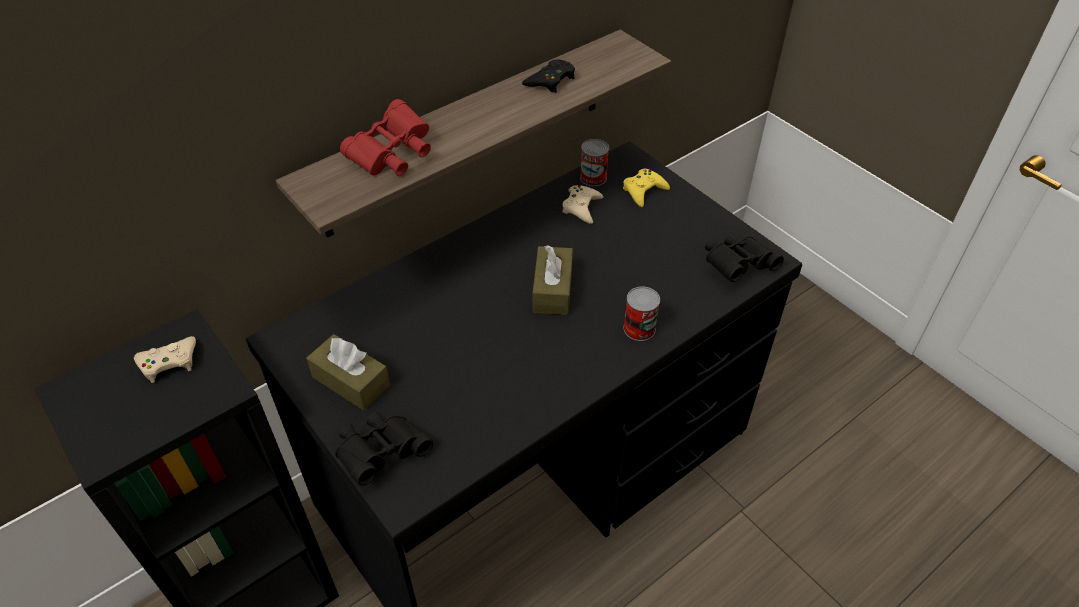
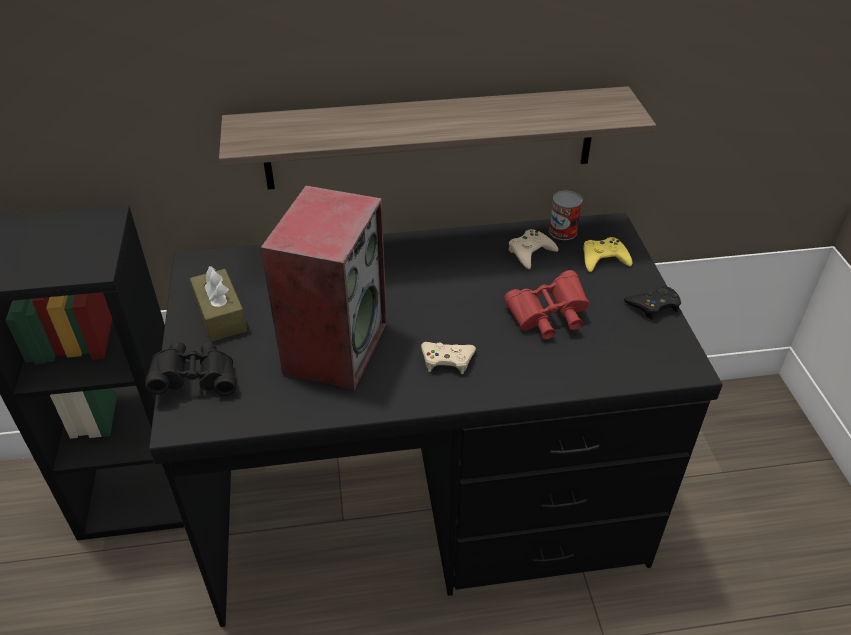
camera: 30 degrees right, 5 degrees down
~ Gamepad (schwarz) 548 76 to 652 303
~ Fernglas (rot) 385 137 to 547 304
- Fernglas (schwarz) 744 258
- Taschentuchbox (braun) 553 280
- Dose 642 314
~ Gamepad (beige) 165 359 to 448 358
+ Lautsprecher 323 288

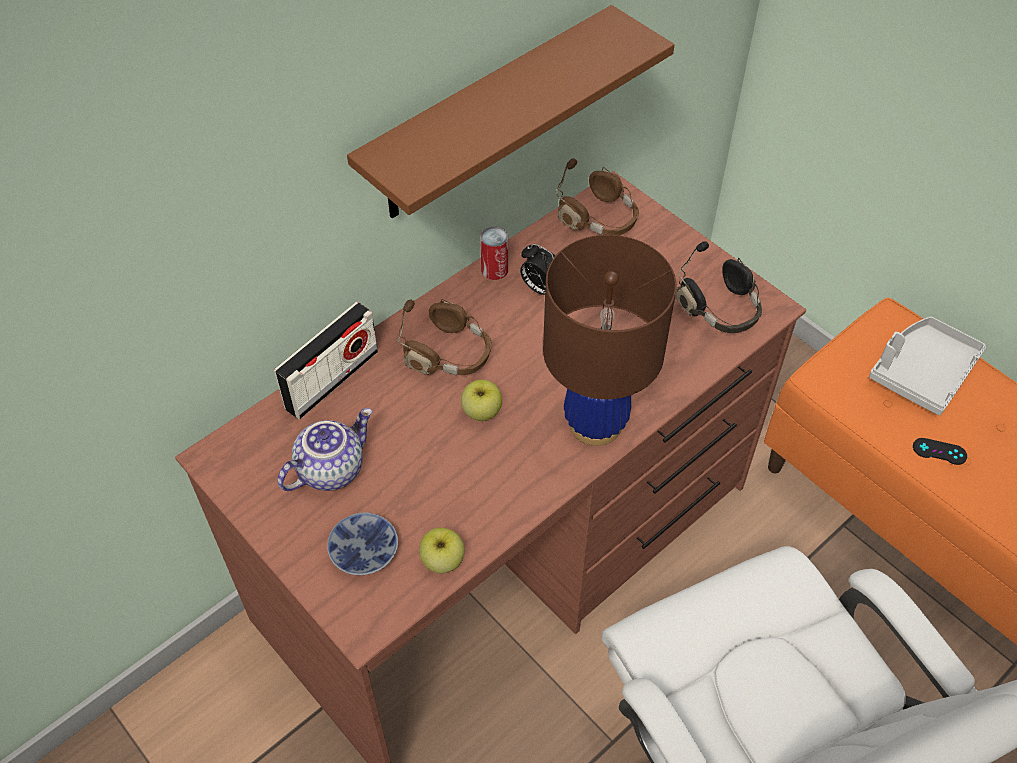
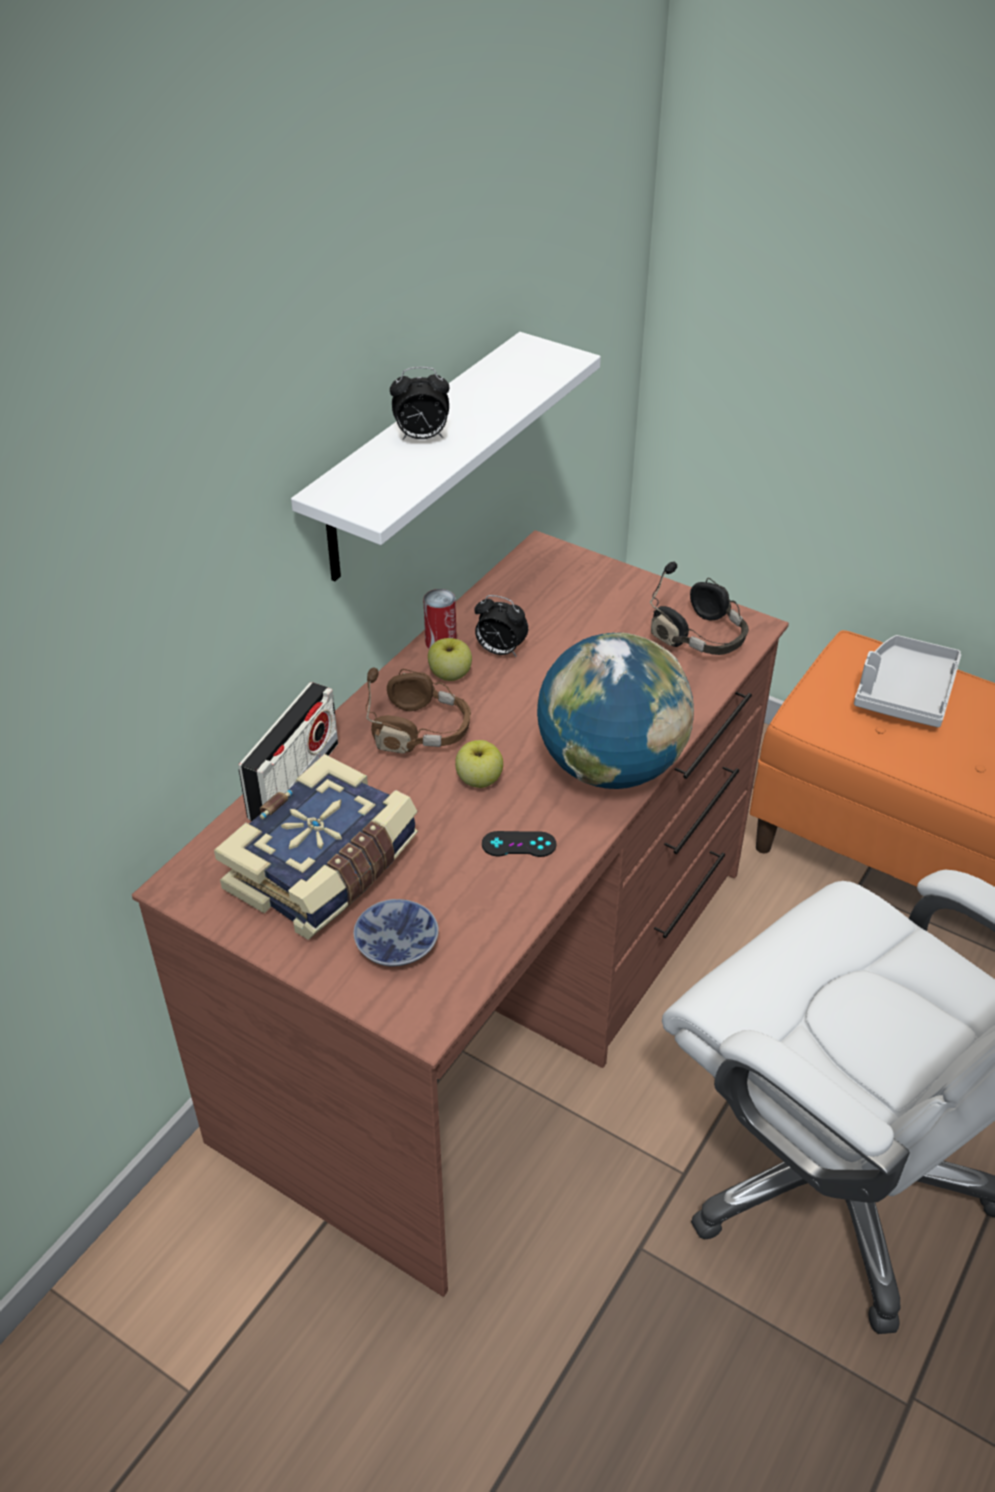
camera: 15 degrees left, 10 degrees down
~ Wandregal (braun) 511 111 to Wandregal (weiß) 446 457
- Kopfhörer (braun) 597 197
~ Tischlampe (braun) 610 340 to Globus 615 711
~ Teekanne 325 449 to Buch 316 847
~ Gamepad (schwarz) 940 451 to 519 844
~ Apfel 442 550 to 450 659
+ Wecker 419 403

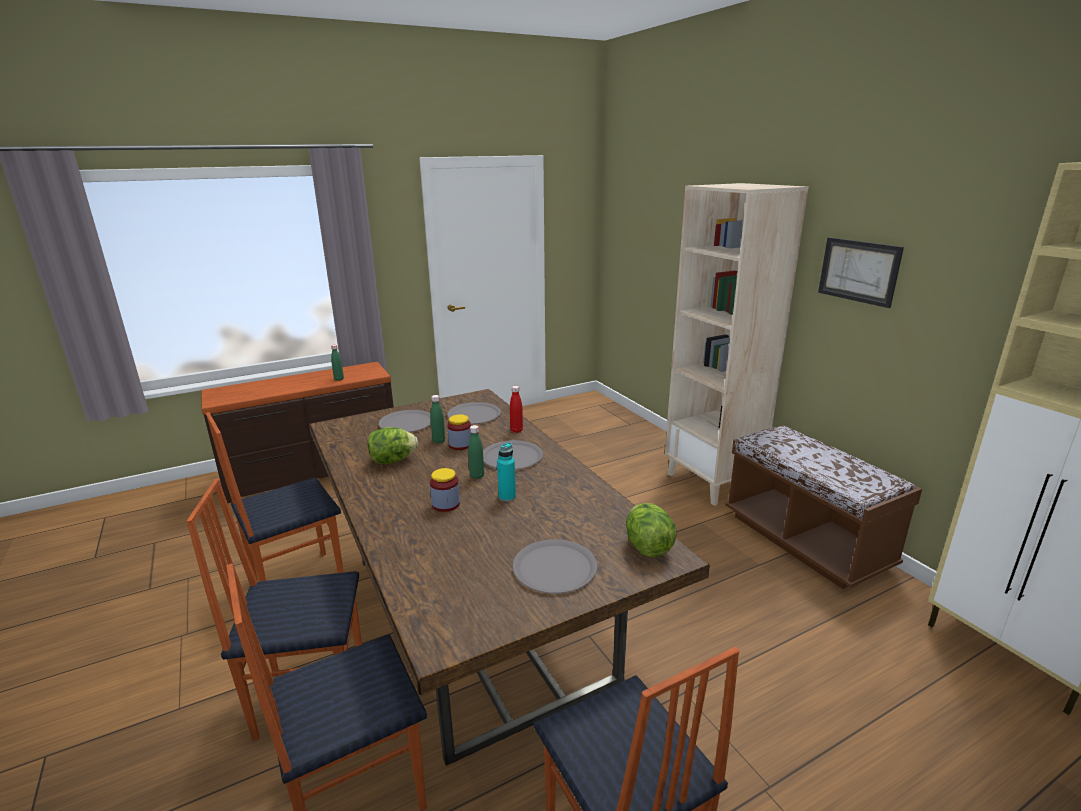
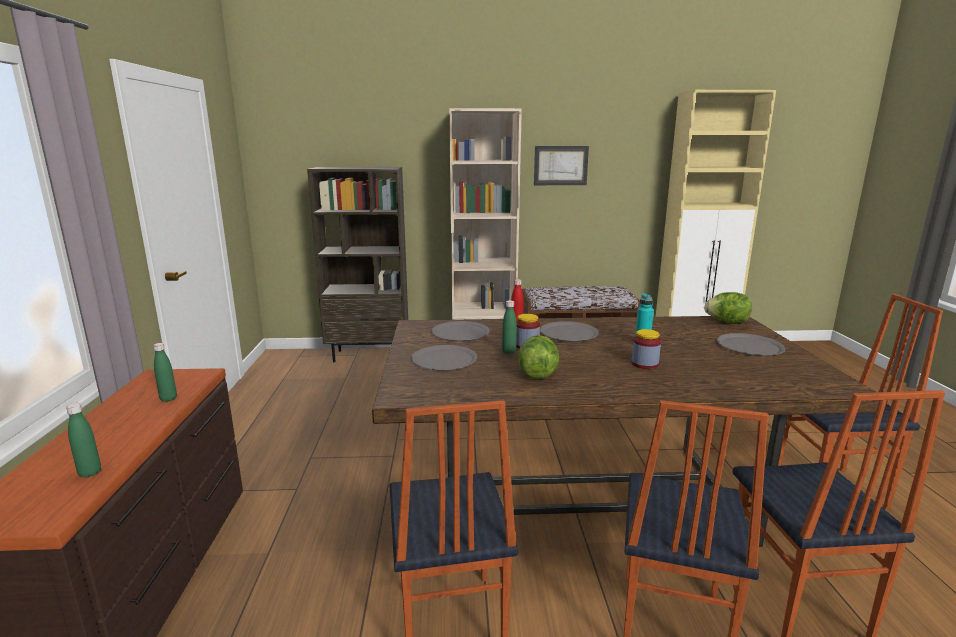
camera: 65 degrees left, 5 degrees down
~ Flasche (grün) 476 452 to 83 440
+ Bücherregal (braun) 357 264

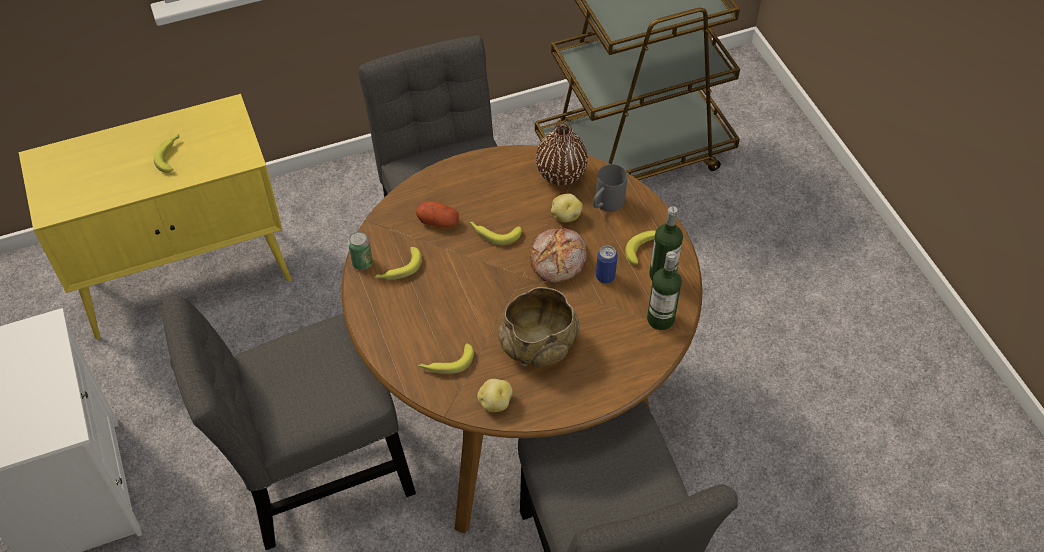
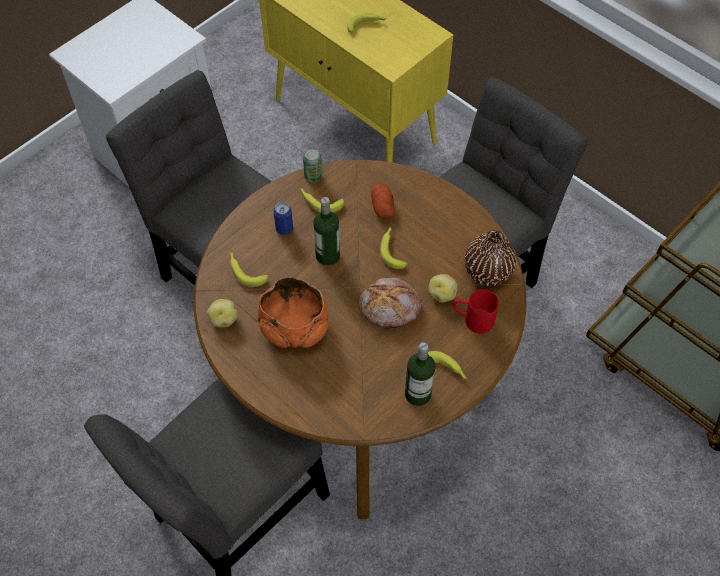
camera: 65 degrees right, 5 degrees up
~ Henkelbecher (grau) 610 188 to Henkelbecher (rot) 476 311
~ Dose 607 264 to 283 218
~ Flasche 664 290 to 326 231
~ Schüssel (beige) 538 327 to Schüssel (orange) 292 312

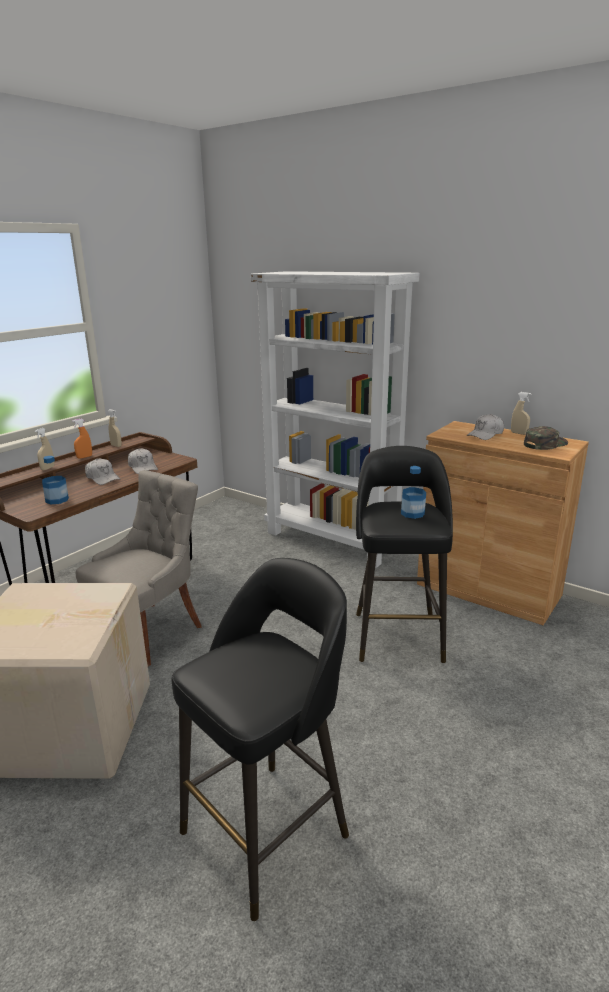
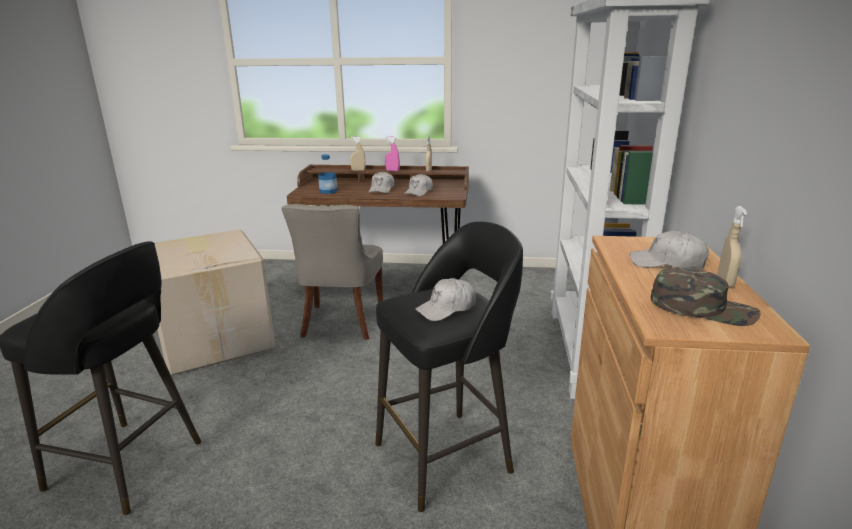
camera: 60 degrees right, 0 degrees up
~ Sprühflasche (orange) 82 439 to Sprühflasche (rosa) 392 153
~ Flasche 413 492 to Kappe (weiß) 445 299
~ Stuhl (grau) 138 568 = 332 272 90 degrees clockwise

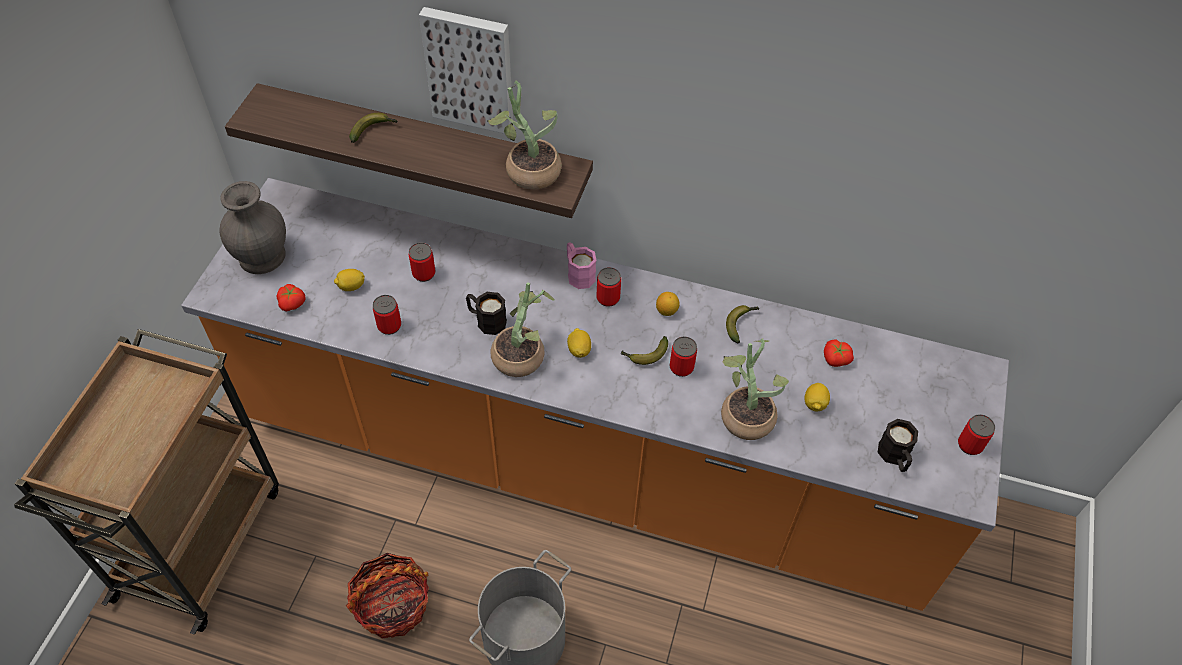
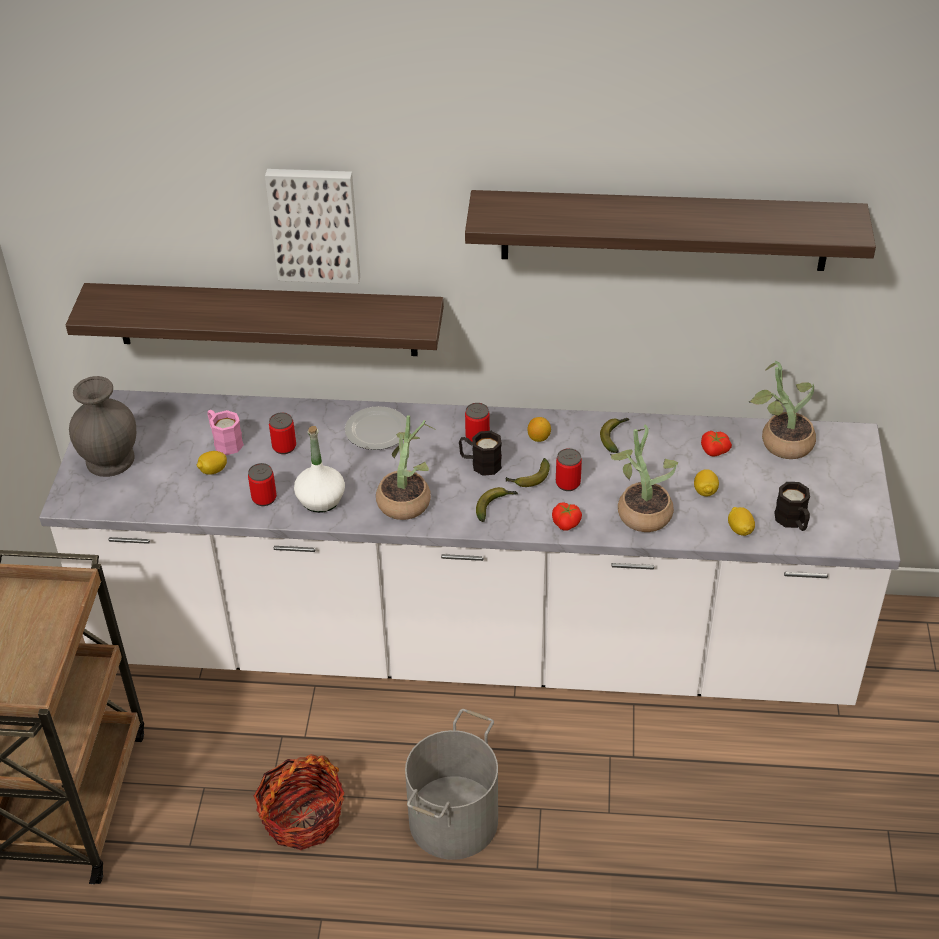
camera: 10 degrees left, 10 degrees down
~ Topfpflanze 524 135 to 782 409
~ Banane 373 128 to 497 504
~ Küchenzeile (orange) 595 394 to Küchenzeile (weiß) 469 547
~ Henkelbecher (rosa) 582 265 to 226 432
~ Tomate 291 297 to 567 516
~ Henkelbecher (schwarz) 486 313 to 480 453
~ Zitrone 579 343 to 741 521
- Dose 976 434
+ Wandregal 670 230
+ Teller 375 428
+ Flasche (weiß) 319 469

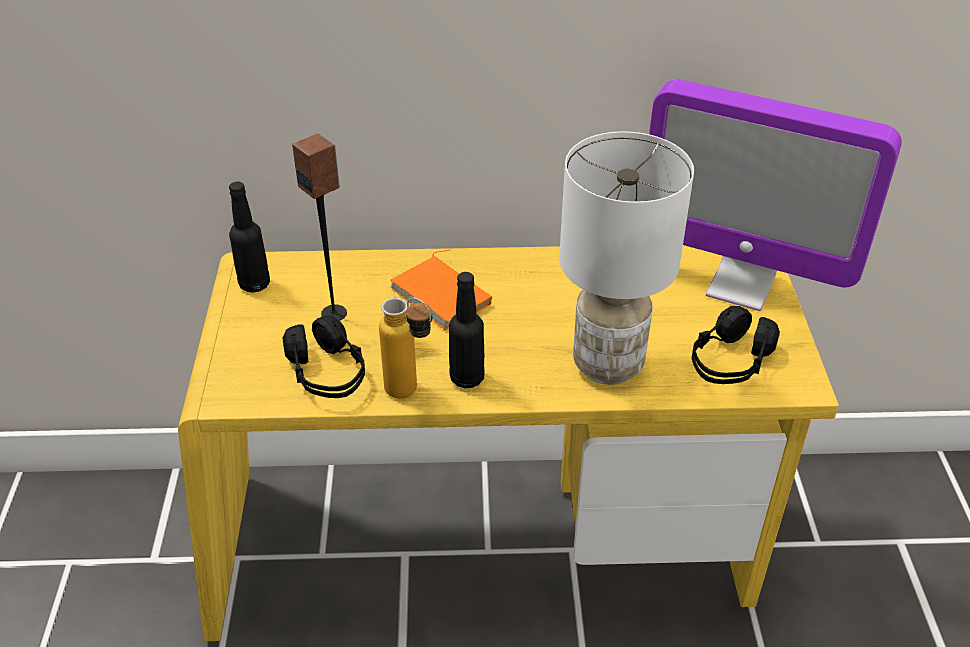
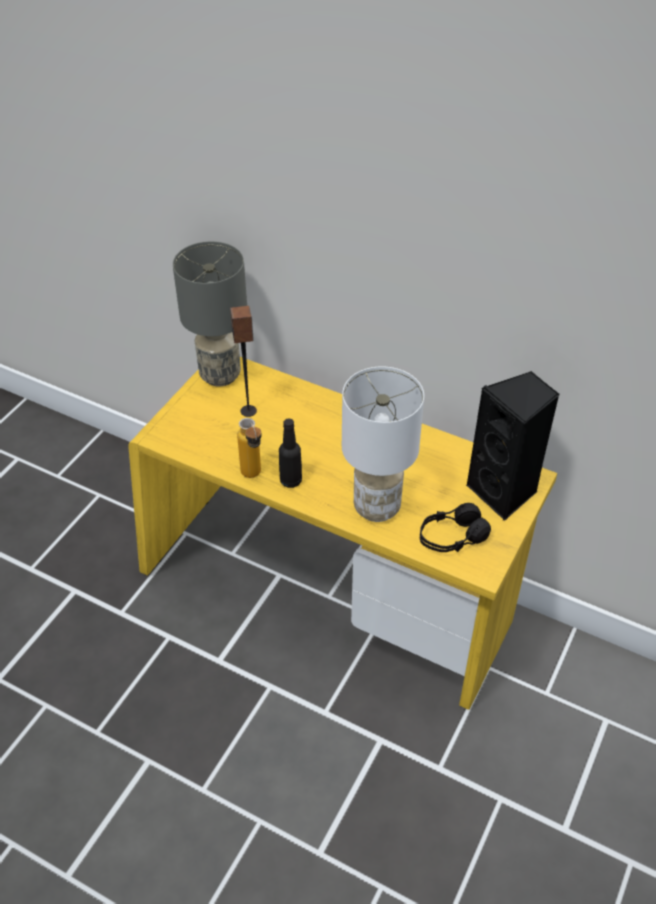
camera: 30 degrees right, 5 degrees up
~ Monitor 775 195 to Lautsprecher (schwarz) 513 446
~ Flasche (schwarz) 249 237 to Tischlampe (grau) 210 313
- Buch (orange) 441 290
- Kopfhörer (schwarz) 323 357

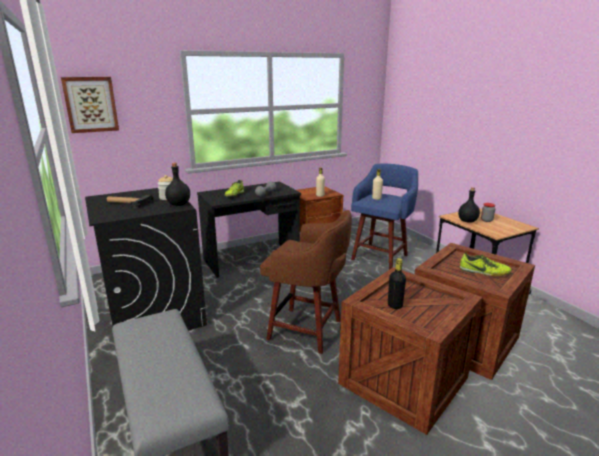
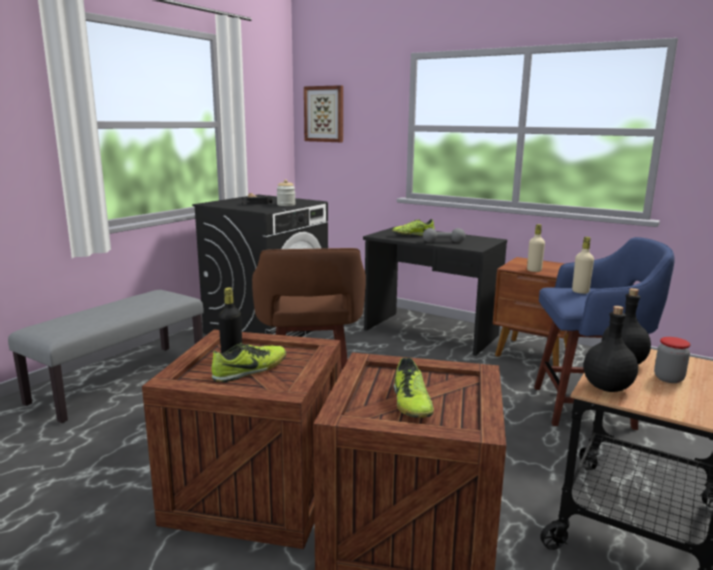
camera: 60 degrees right, 5 degrees down
~ Flasche (schwarz) 177 184 to 610 349
+ Schuh 248 362

